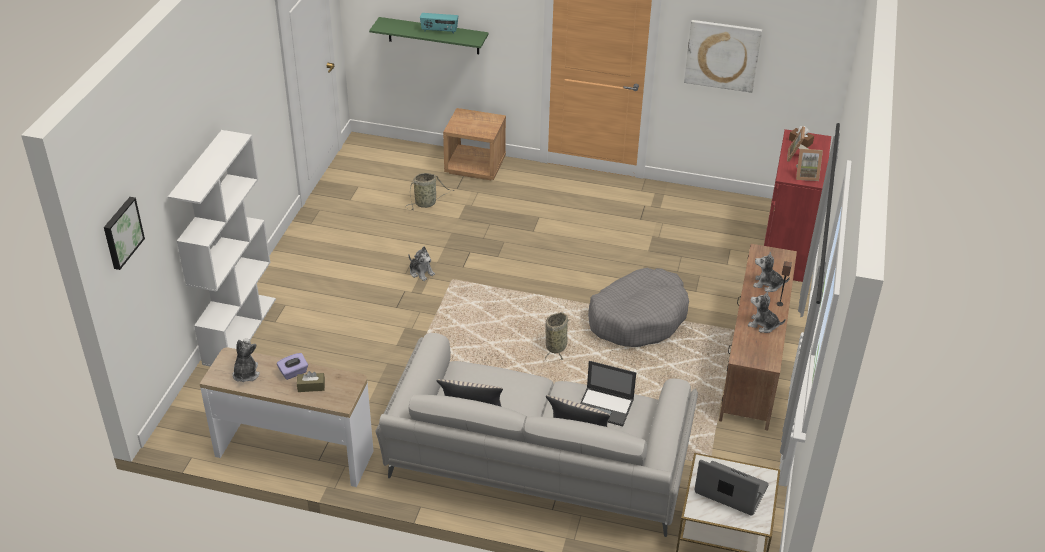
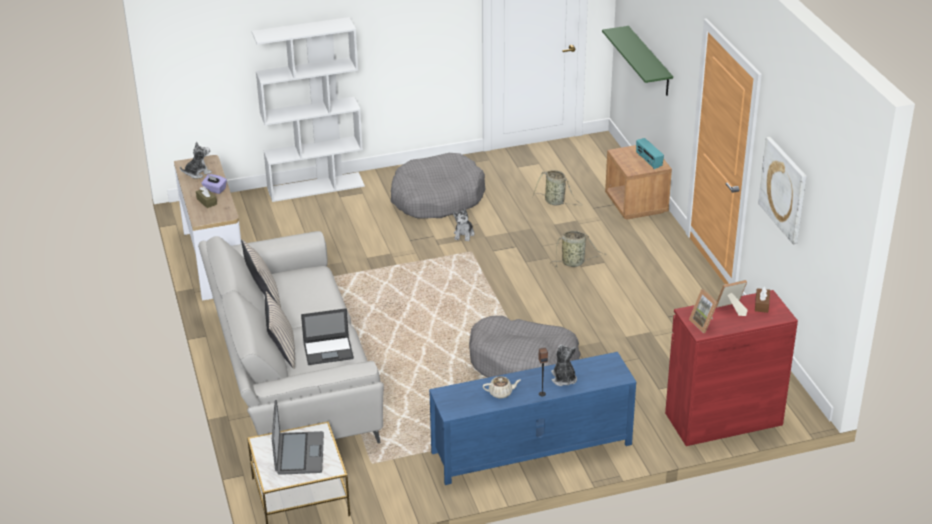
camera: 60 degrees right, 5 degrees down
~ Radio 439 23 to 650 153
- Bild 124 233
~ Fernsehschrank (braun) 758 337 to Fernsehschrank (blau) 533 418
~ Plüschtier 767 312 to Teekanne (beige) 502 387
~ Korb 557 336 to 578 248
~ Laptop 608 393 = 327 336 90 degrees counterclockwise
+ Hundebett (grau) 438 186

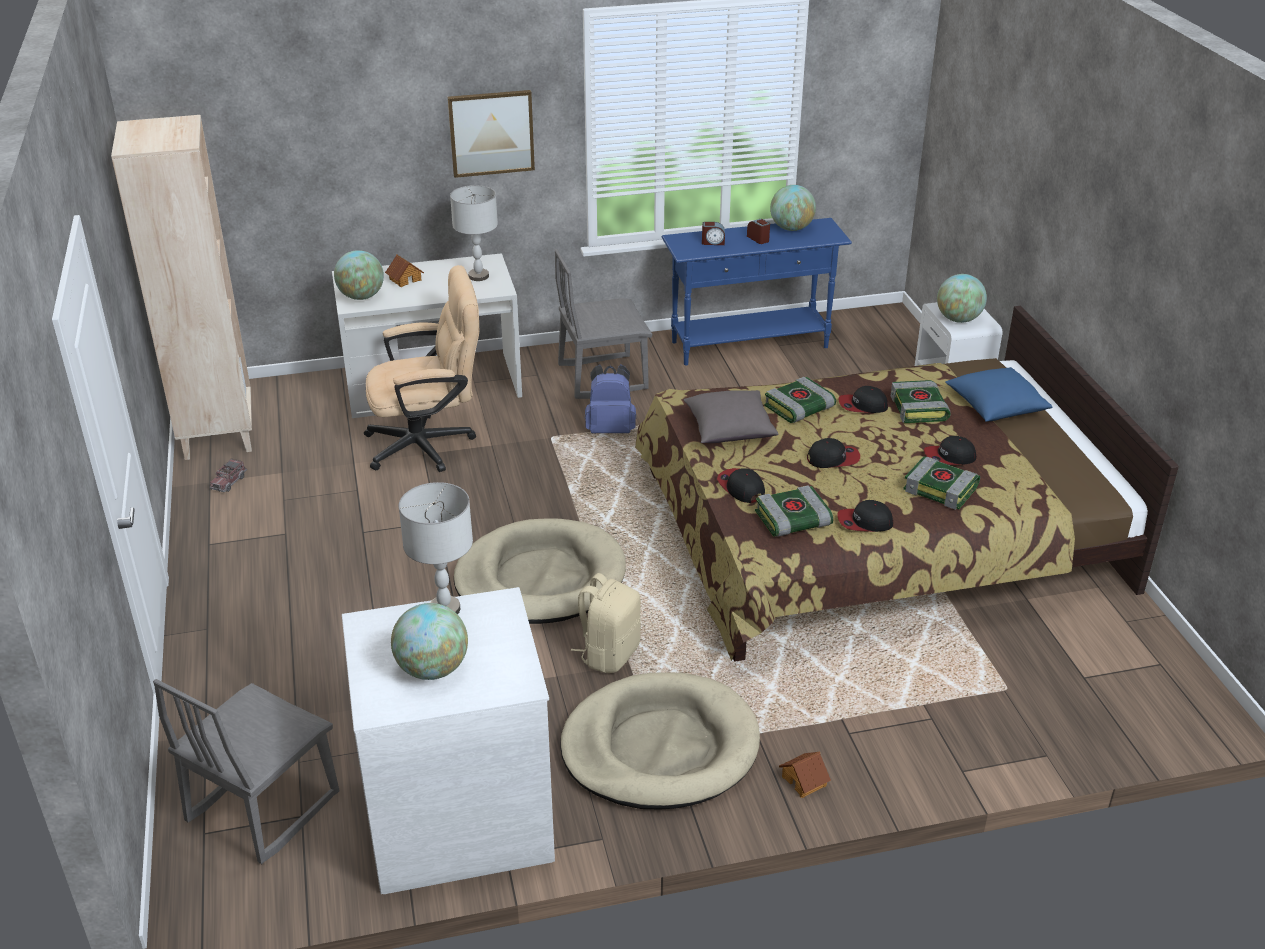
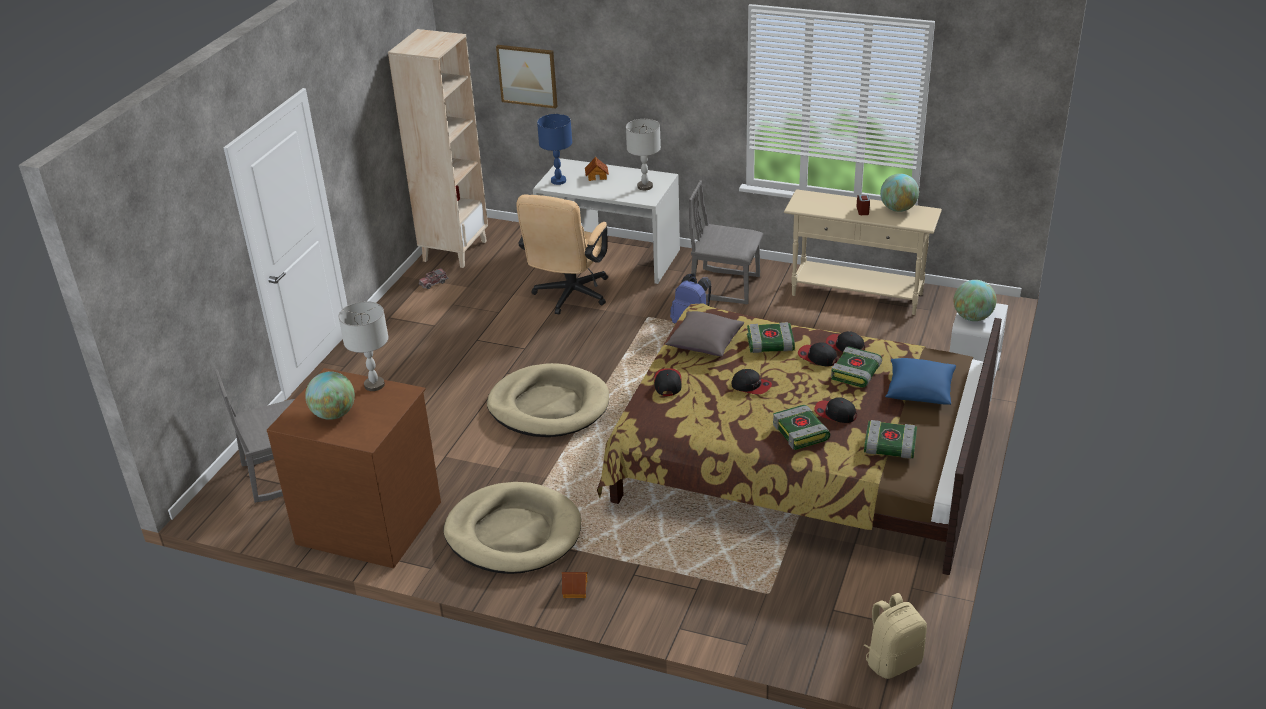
camera: 35 degrees right, 0 degrees up
~ Bild 491 134 to 527 77
~ Konsolentisch (blau) 757 292 to Konsolentisch (beige) 863 252
- Wecker 713 233
~ Globus 359 275 to Tischlampe (blau) 554 149
~ Bürostuhl (beige) 421 368 = 562 254 90 degrees clockwise
~ Buch 794 511 to 890 439
~ Kappe 865 516 to 845 341
~ Rucksack (beige) 606 623 to 895 636
~ Kommode (weiß) 448 740 to Kommode (braun) 354 468

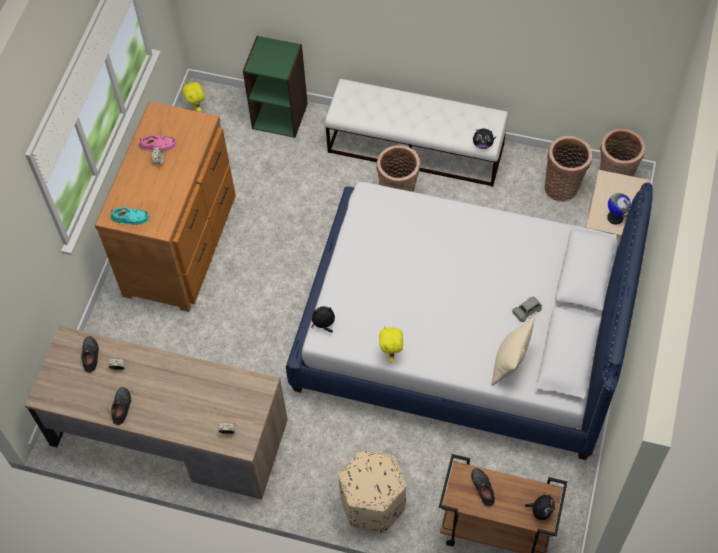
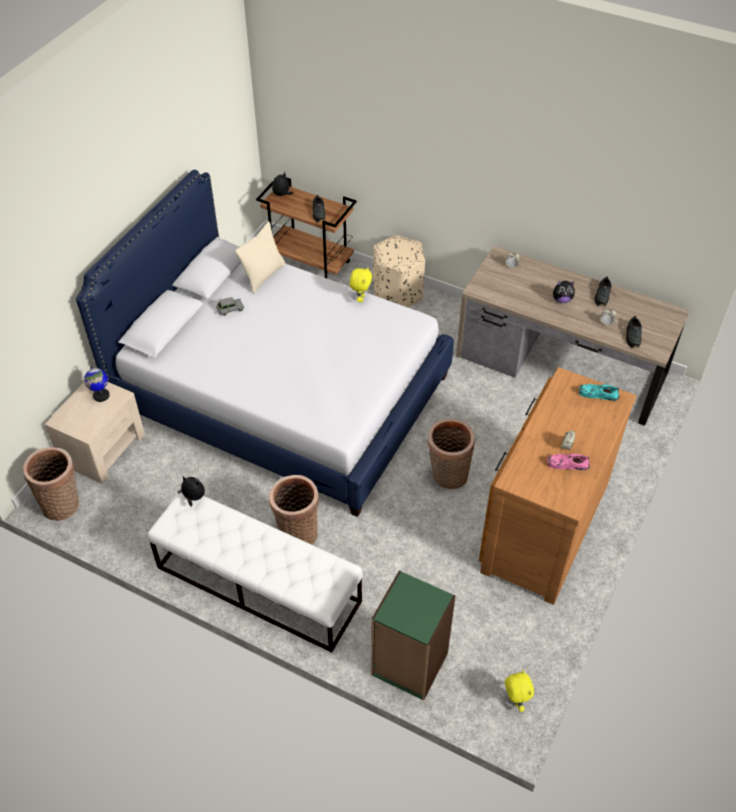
camera: 170 degrees left, 10 degrees down
~ Korb 568 169 to 451 454
~ Plüschtier 323 319 to 564 292

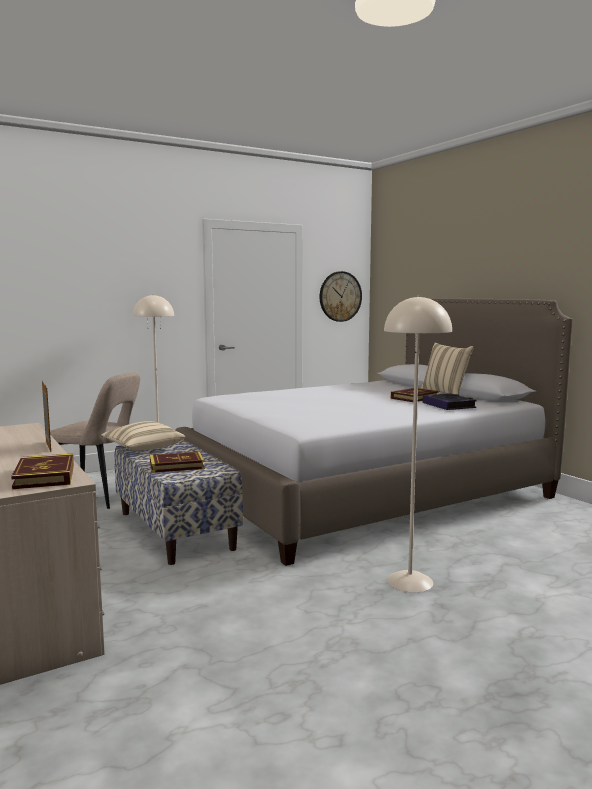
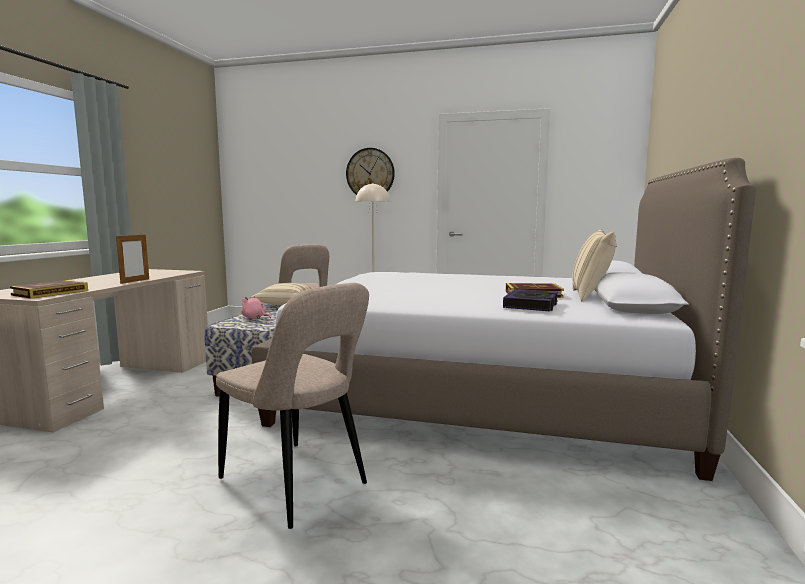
camera: 45 degrees right, 0 degrees up
~ Wanduhr 341 296 to 370 171
~ Stehlampe (beige) 418 443 to Stuhl (beige) 292 406
~ Buch 177 462 to Plüschtier (rosa) 256 307

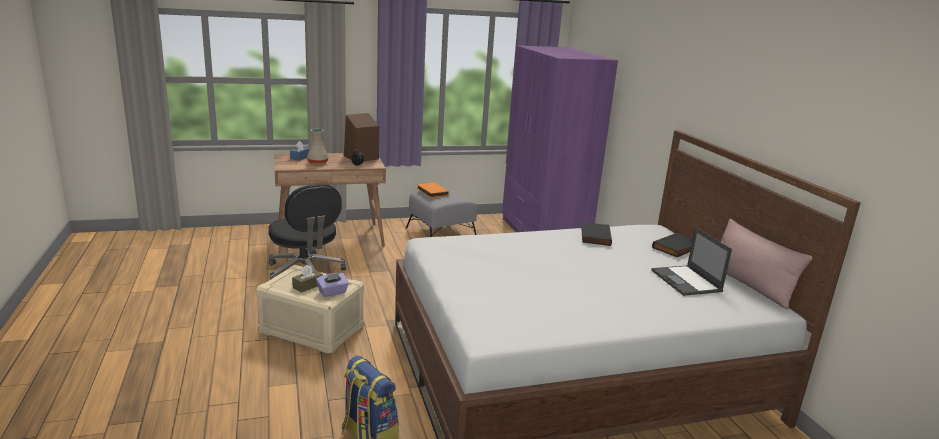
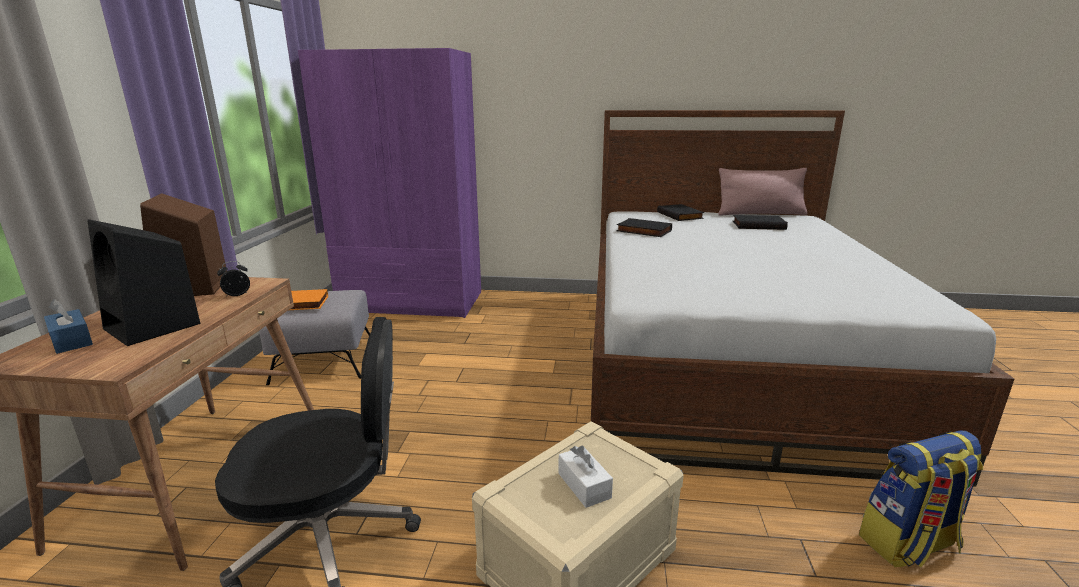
camera: 65 degrees left, 0 degrees up
~ Vase (beige) 317 147 to Lautsprecher (schwarz) 144 282
~ Laptop 691 261 to Buch (schwarz) 760 222
~ Taschentuchbox (braun) 307 279 to Taschentuchbox (weiß) 585 477
- Taschentuchbox (lila) 332 285

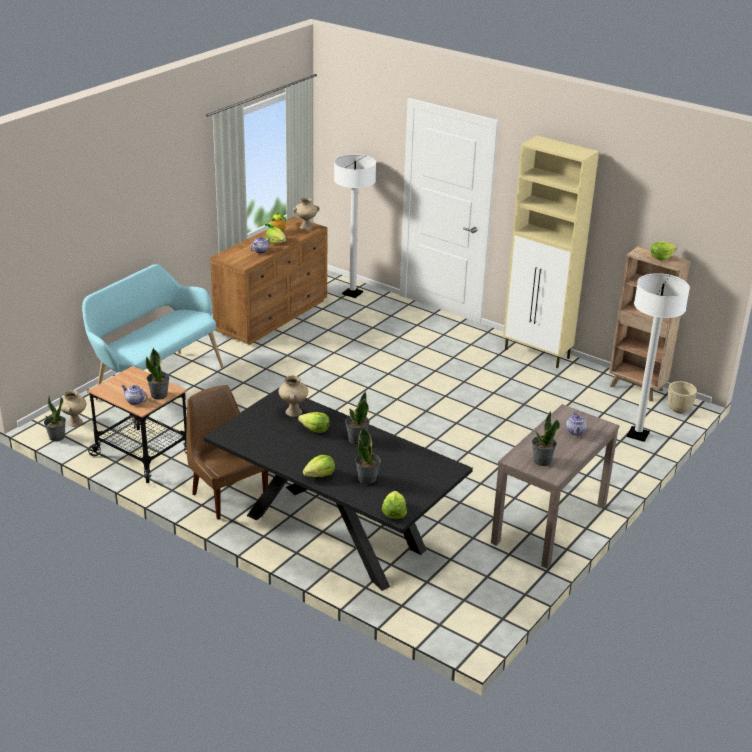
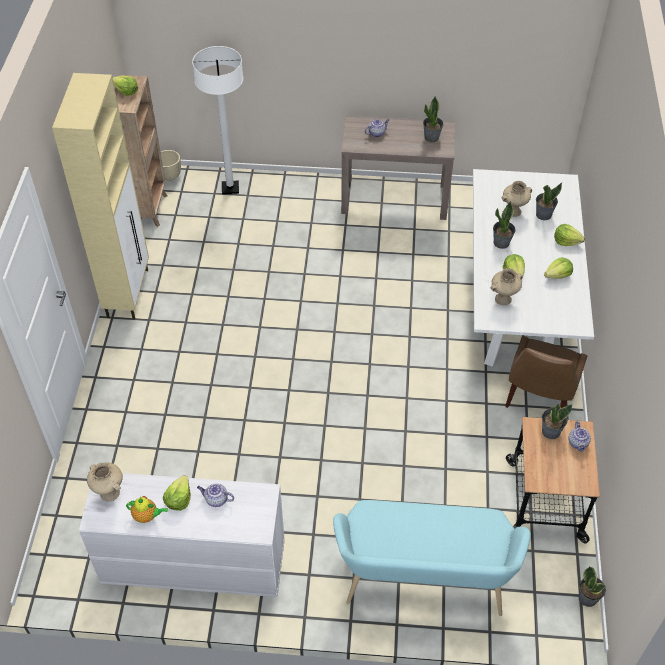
camera: 120 degrees left, 20 degrees up
- Stehlampe (weiß) 355 226
~ Kommode (braun) 269 280 to Kommode (weiß) 182 535
~ Esstisch (schwarz) 338 490 to Esstisch (weiß) 533 268
~ Vase (beige) 72 408 to 516 199
~ Salatkopf 394 505 to 558 268

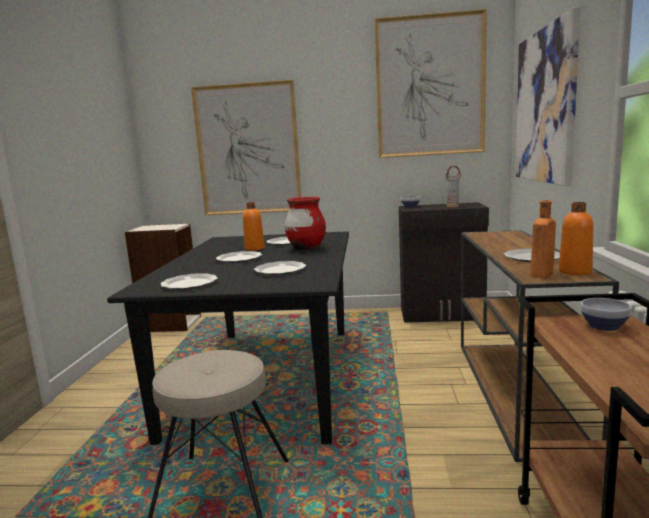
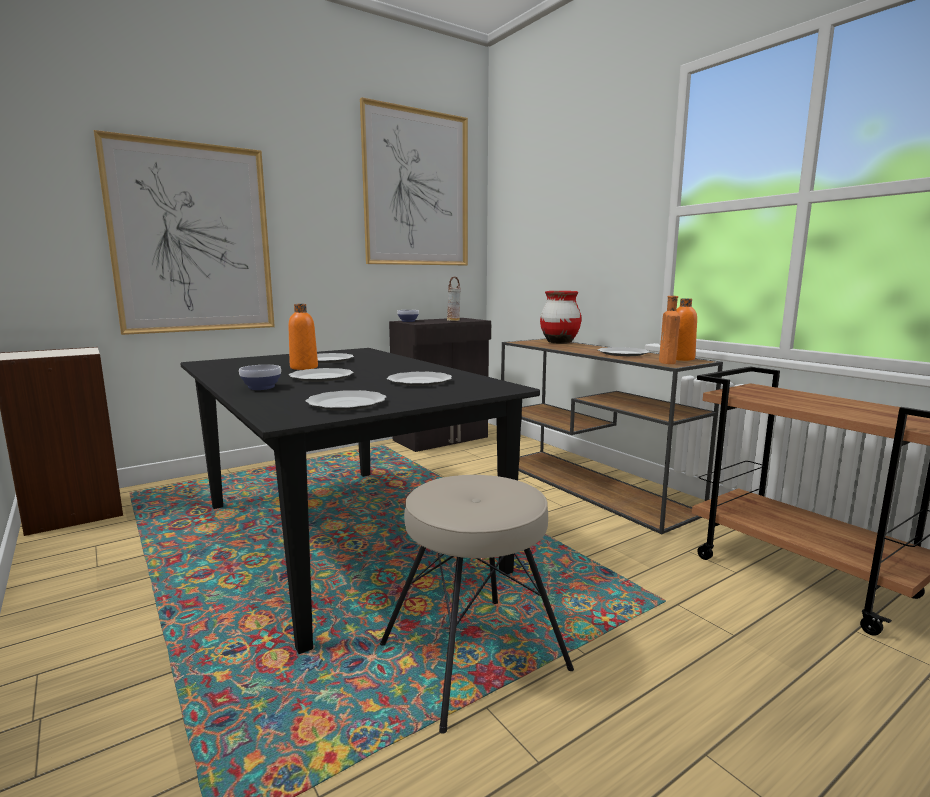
camera: 40 degrees left, 0 degrees up
- Bild 548 96
~ Vase (rot) 305 224 to 561 317
~ Schüssel 606 314 to 260 377

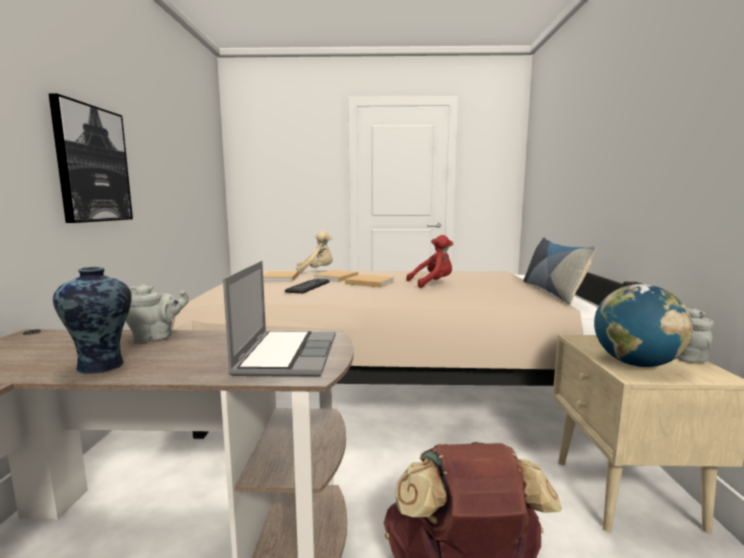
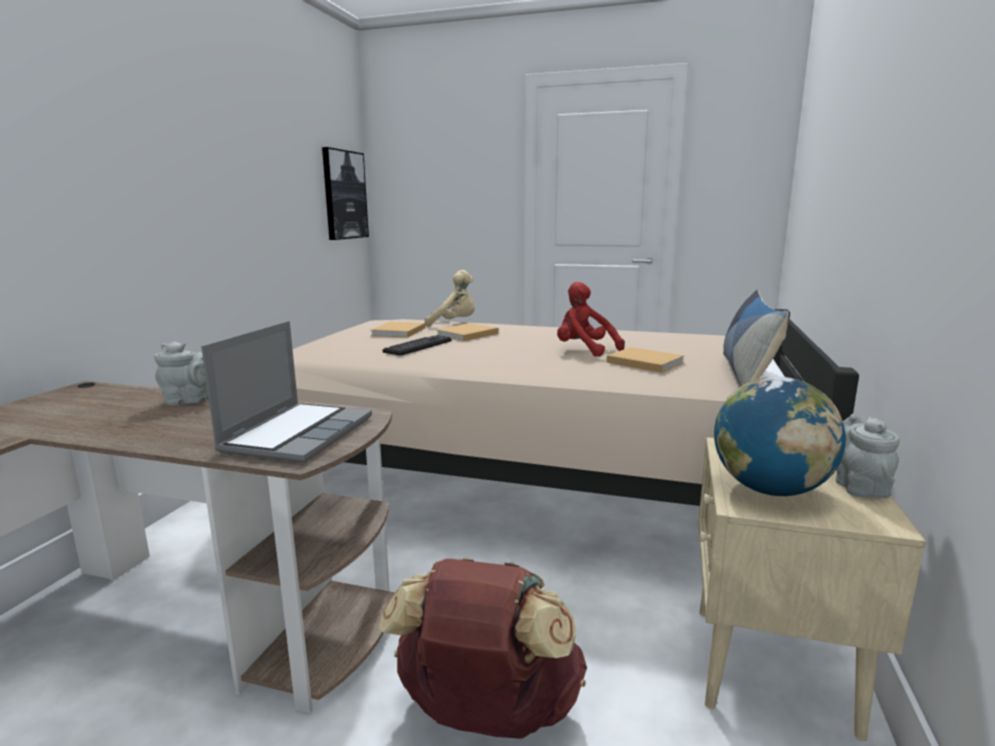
camera: 15 degrees right, 5 degrees up
~ Bild 91 158 to 345 193
~ Plüschtier (rot) 429 261 = 591 319 135 degrees counterclockwise
- Vase 92 320
~ Buch (beige) 369 281 to 645 360

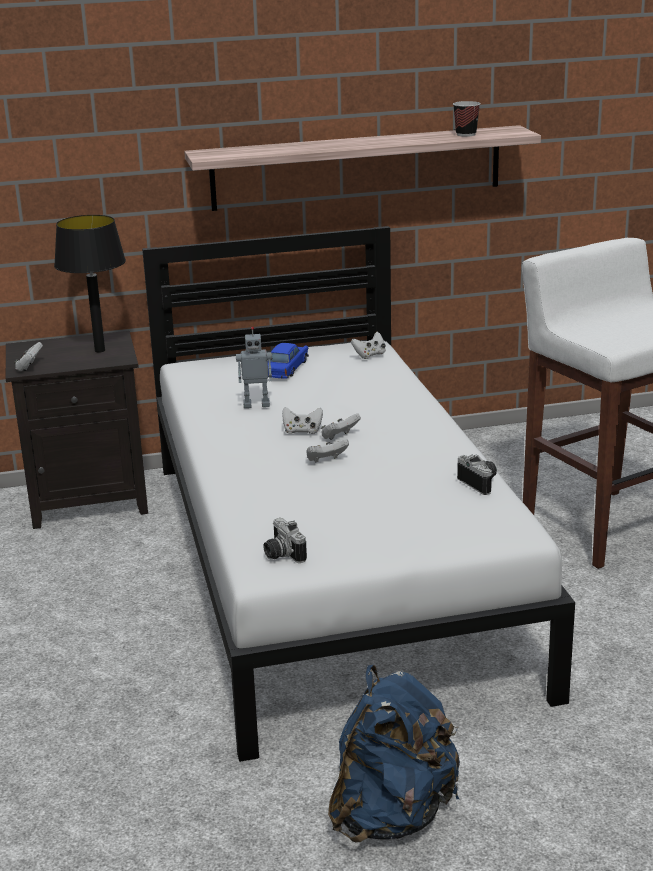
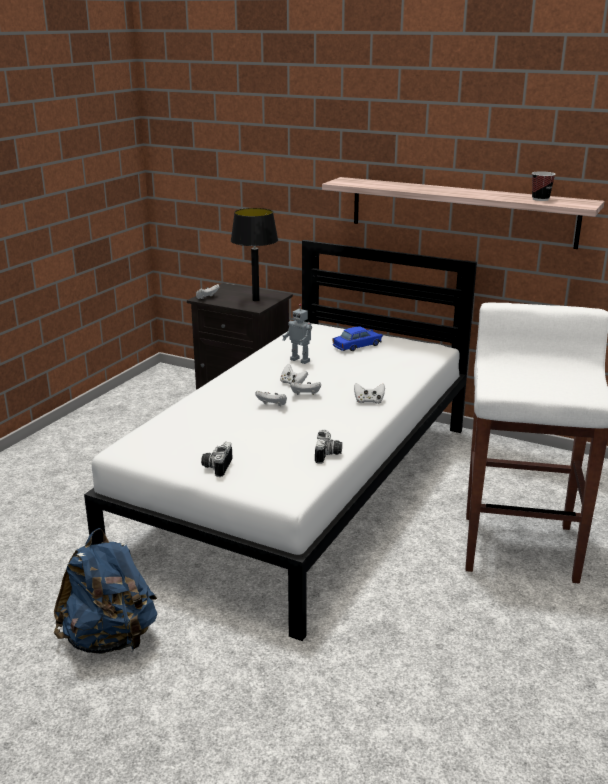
camera: 40 degrees right, 0 degrees up
~ Gamepad (weiß) 368 345 to 369 393
~ Kamera 285 540 to 217 459

